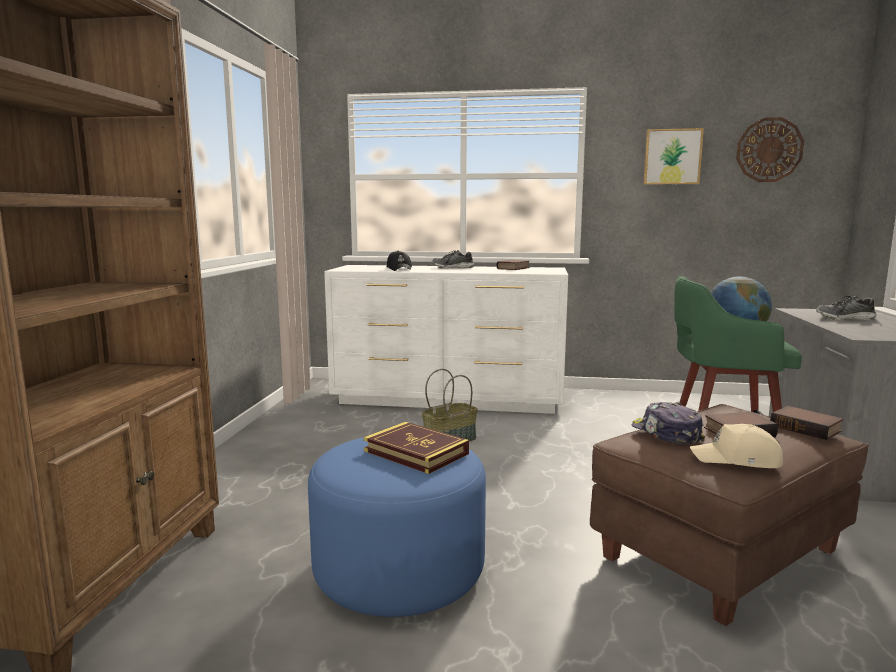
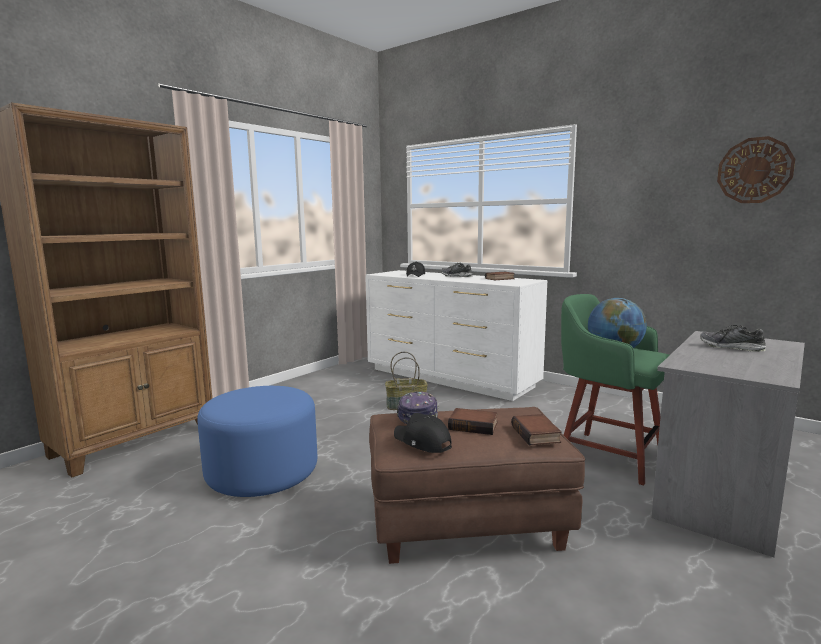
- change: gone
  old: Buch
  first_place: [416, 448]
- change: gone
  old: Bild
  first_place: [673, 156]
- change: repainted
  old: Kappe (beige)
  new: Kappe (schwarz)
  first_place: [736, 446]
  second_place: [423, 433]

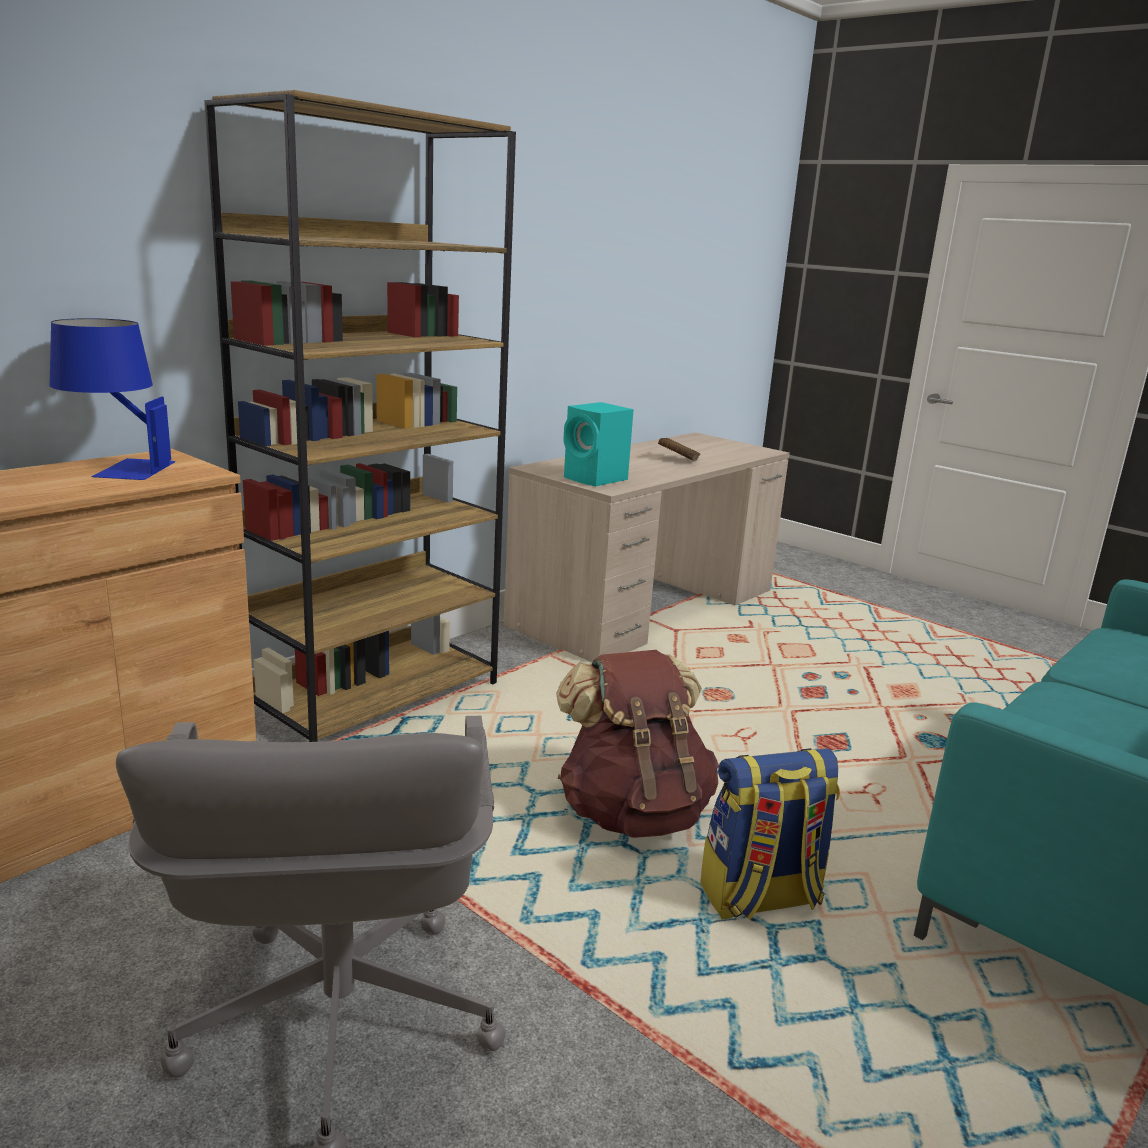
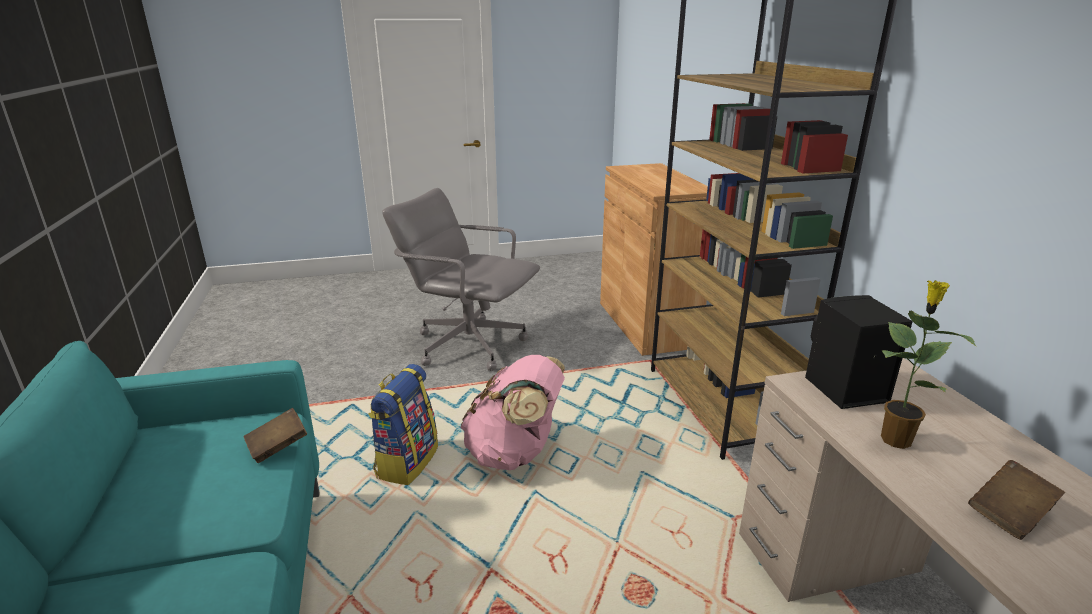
- change: gone
  old: Tischlampe (blau)
  first_place: [112, 399]
- change: new
  new: Buch (braun)
  second_place: [275, 435]
- change: new
  new: Topfpflanze
  second_place: [928, 364]
- change: repainted
  old: Rucksack (braun)
  new: Rucksack (rosa)
  first_place: [637, 744]
  second_place: [512, 412]
- change: repainted
  old: Lautsprecher (türkis)
  new: Lautsprecher (schwarz)
  first_place: [598, 444]
  second_place: [859, 352]

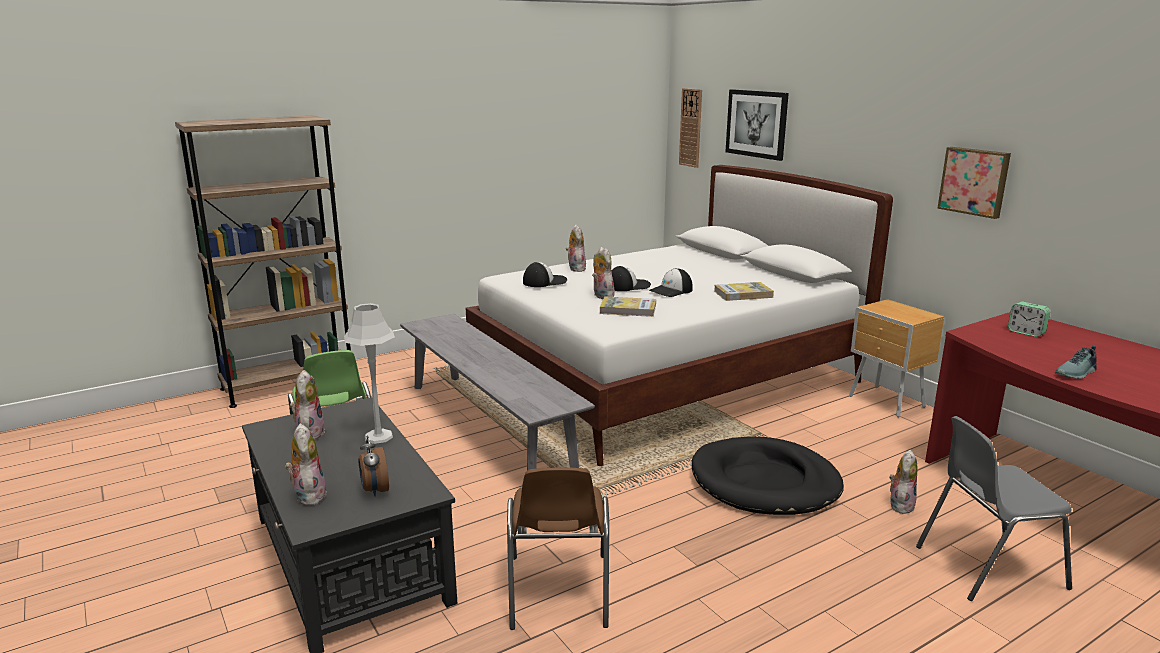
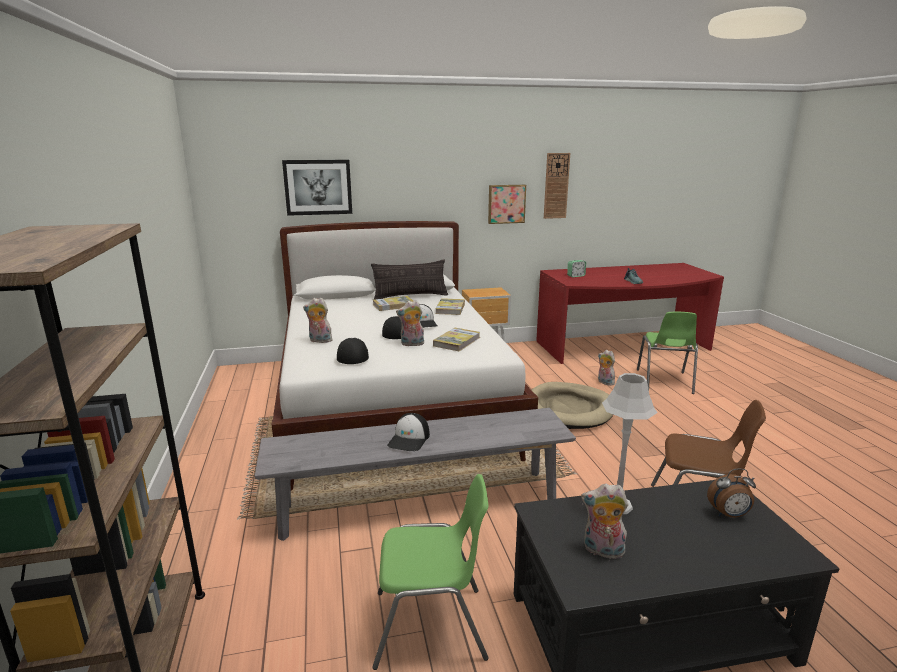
- change: gone
  old: Plüschtier
  first_place: [305, 464]
- change: new
  new: Kissen
  second_place: [409, 280]
- change: new
  new: Buch
  second_place: [393, 303]
- change: new
  new: Kappe
  second_place: [408, 432]
- change: shifted
  old: Wanduhr
  first_place: [690, 128]
  second_place: [557, 186]
- change: repainted
  old: Hundebett (schwarz)
  new: Hundebett (beige)
  first_place: [768, 476]
  second_place: [572, 405]
- change: repainted
  old: Stuhl (grau)
  new: Stuhl (grün)
  first_place: [994, 508]
  second_place: [667, 353]

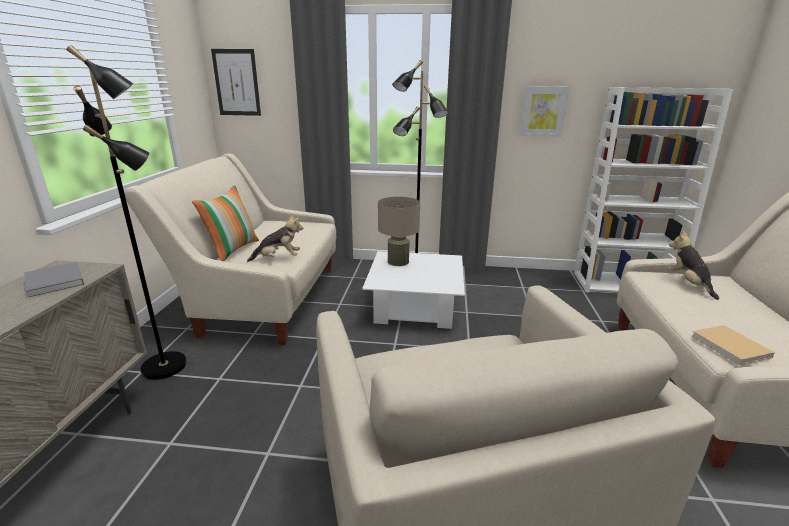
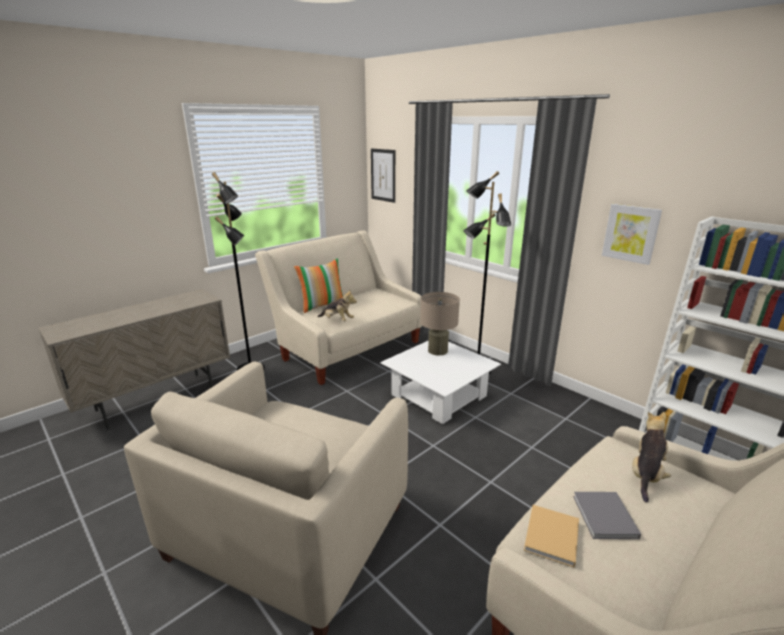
- change: shifted
  old: Buch (grau)
  first_place: [54, 279]
  second_place: [607, 515]

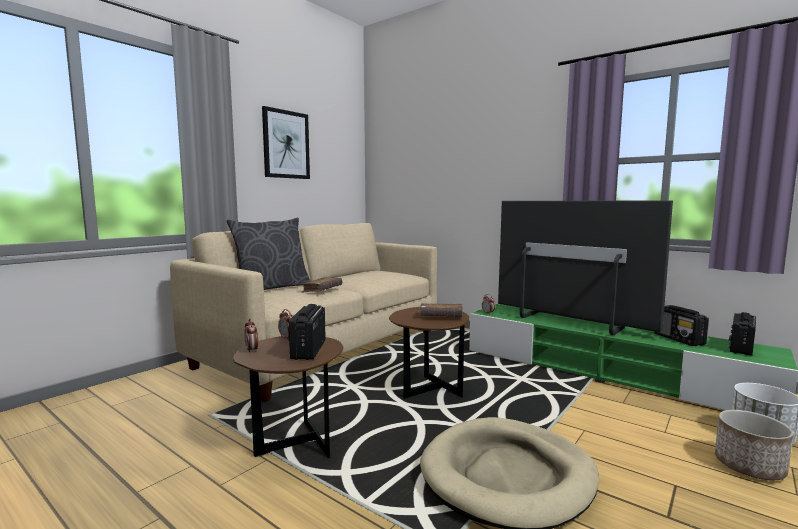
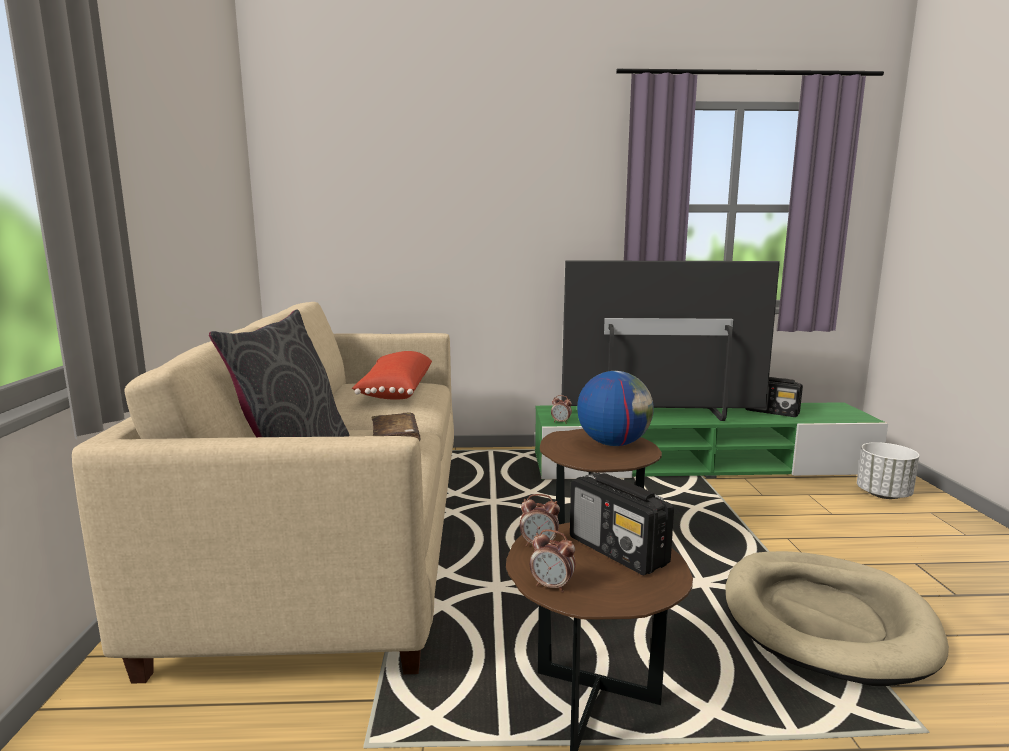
- change: gone
  old: Bild
  first_place: [286, 142]
- change: gone
  old: Pflanzkübel
  first_place: [754, 445]
- change: gone
  old: Radio
  first_place: [742, 334]
- change: new
  new: Kissen (rot)
  second_place: [392, 375]
- change: swapped
  old: Buch (braun)
  new: Globus
  first_place: [441, 310]
  second_place: [615, 408]

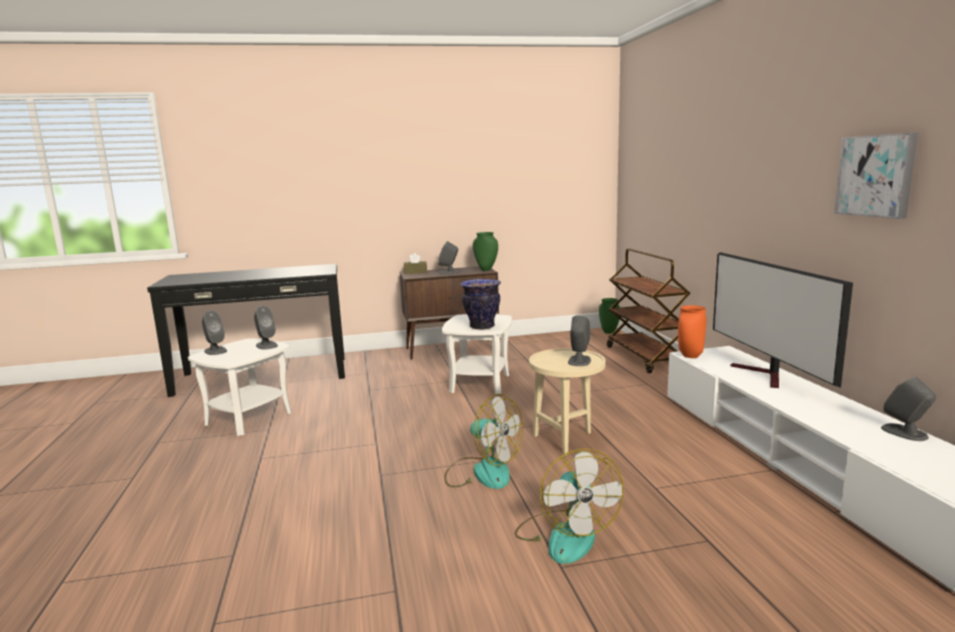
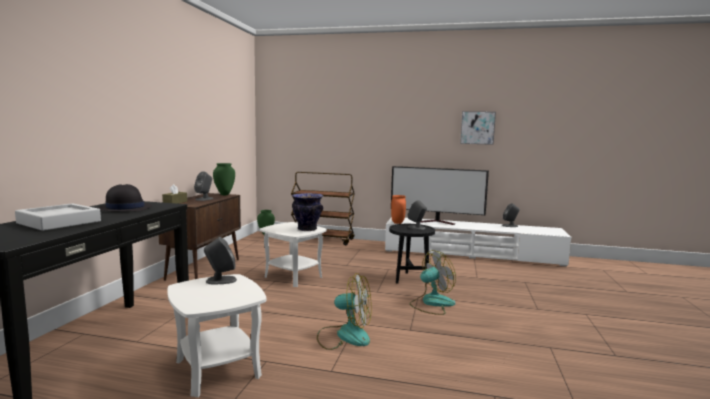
- change: gone
  old: Lautsprecher (grau)
  first_place: [214, 333]
- change: new
  new: Tablett (grau)
  second_place: [58, 217]
- change: new
  new: Hut (schwarz)
  second_place: [125, 197]
- change: shifted
  old: Ventilator
  first_place: [569, 506]
  second_place: [344, 311]
- change: repainted
  old: Beistelltisch (beige)
  new: Beistelltisch (schwarz)
  first_place: [567, 401]
  second_place: [412, 254]

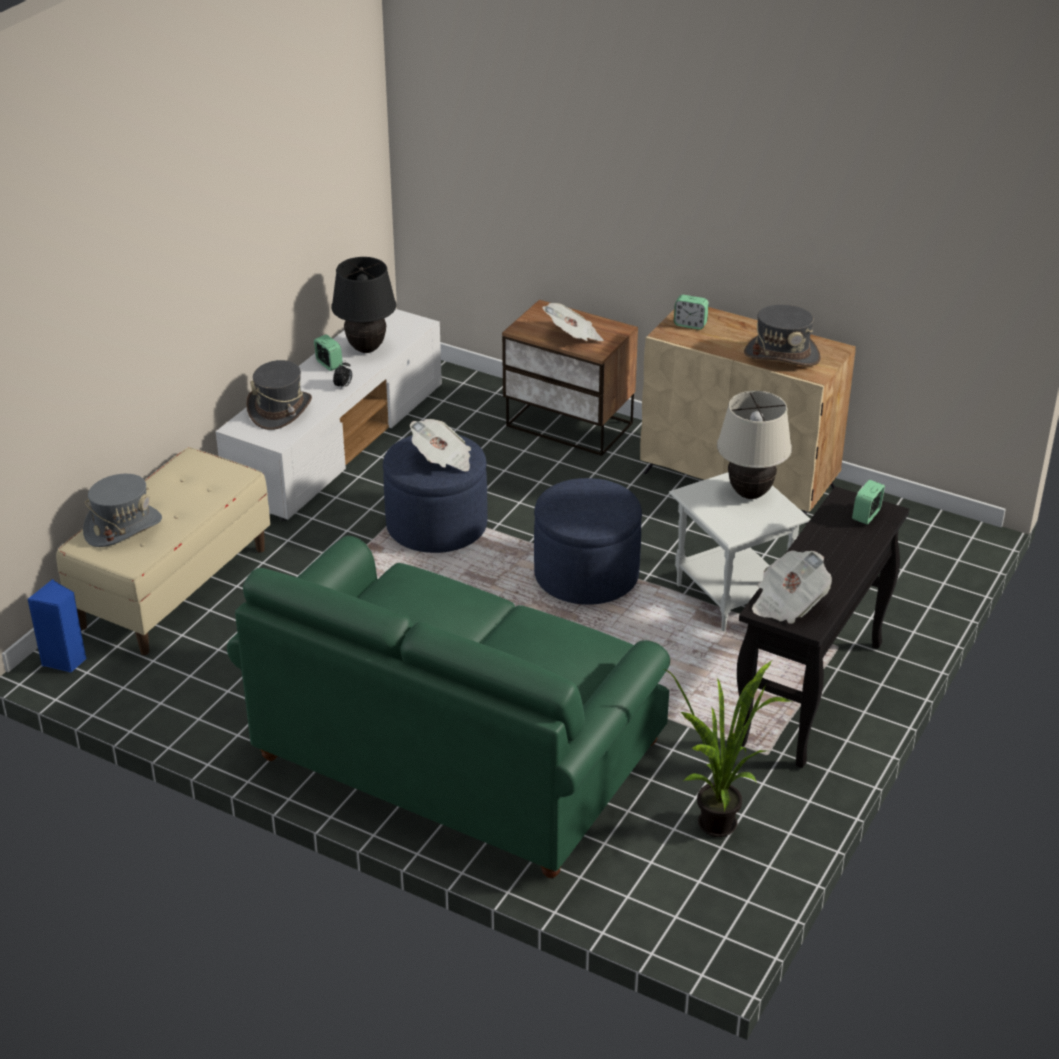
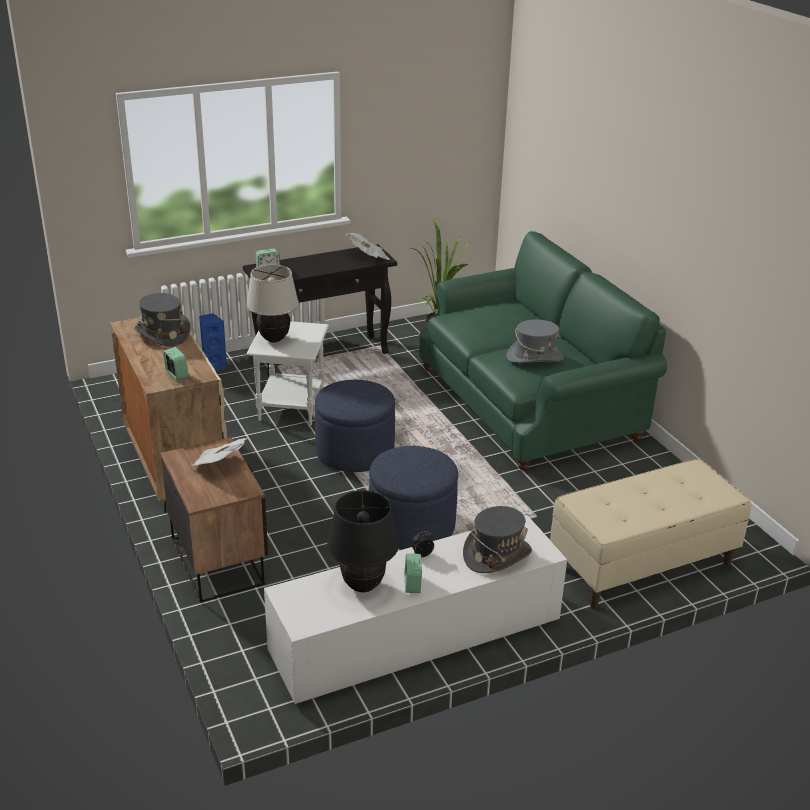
- change: gone
  old: Zeitung
  first_place: [440, 445]
- change: shifted
  old: Lautsprecher (blau)
  first_place: [57, 626]
  second_place: [213, 342]
- change: shifted
  old: Hut (grau)
  first_place: [122, 510]
  second_place: [535, 341]

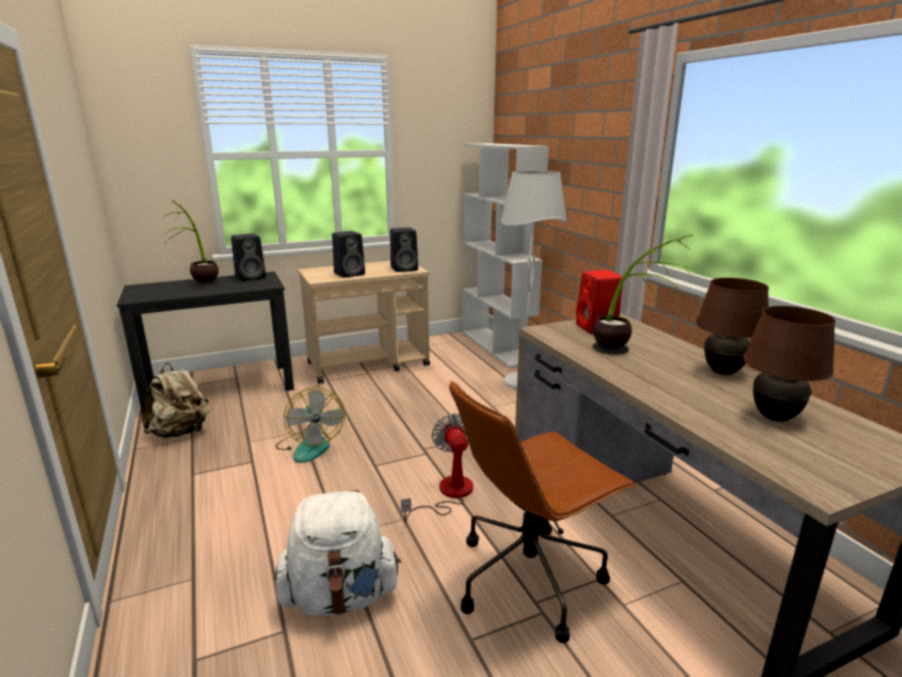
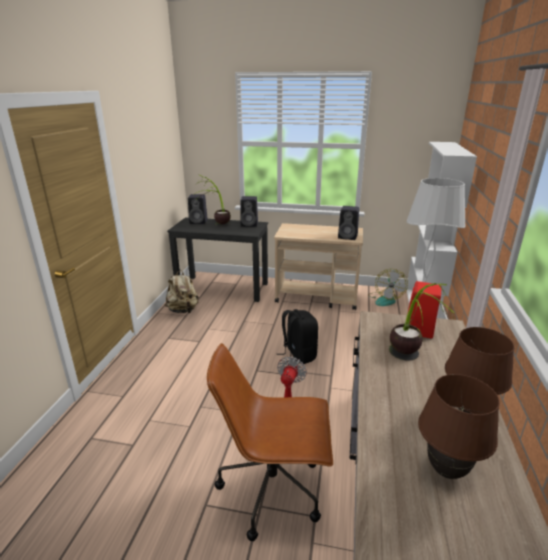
- change: gone
  old: Rucksack (weiß)
  first_place: [338, 553]
- change: new
  new: Rucksack (schwarz)
  second_place: [297, 337]
- change: shifted
  old: Ventilator
  first_place: [310, 425]
  second_place: [388, 287]
- change: shifted
  old: Lautsprecher (schwarz)
  first_place: [348, 254]
  second_place: [198, 209]

